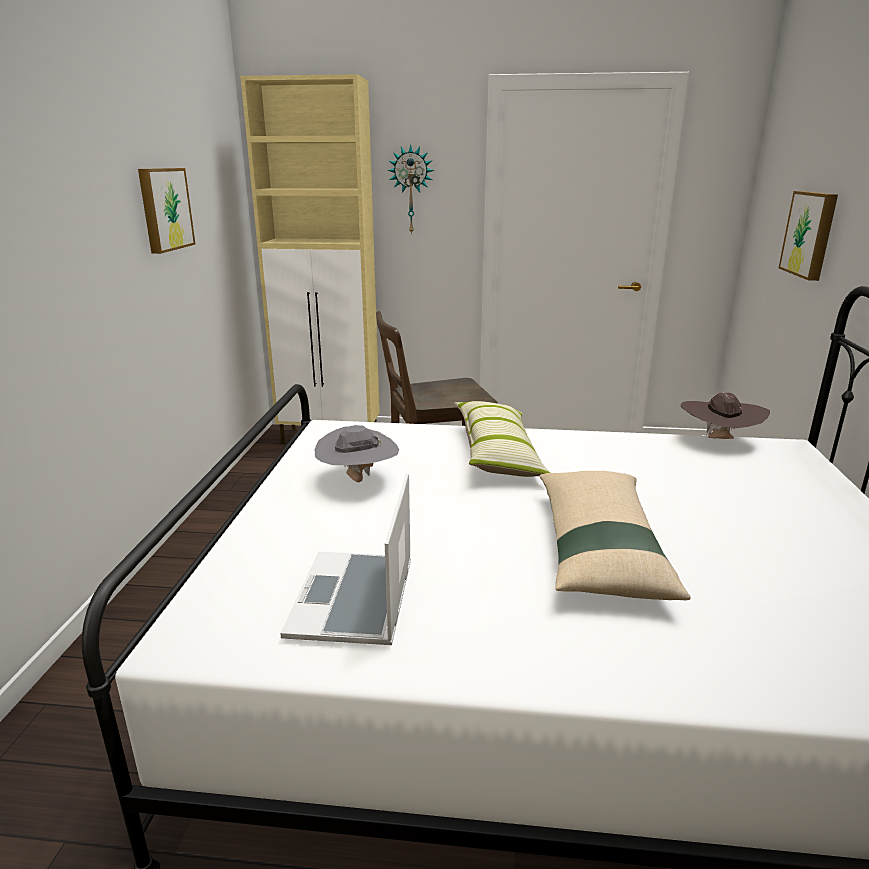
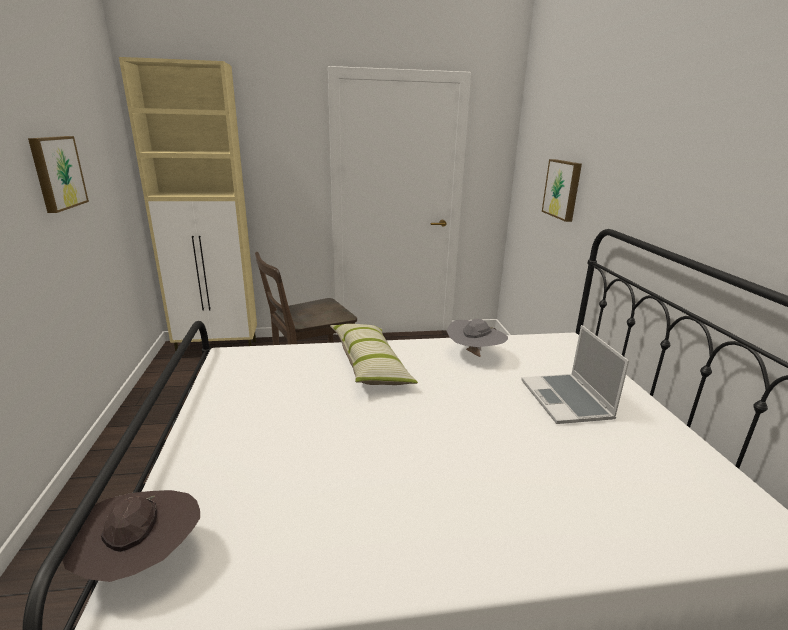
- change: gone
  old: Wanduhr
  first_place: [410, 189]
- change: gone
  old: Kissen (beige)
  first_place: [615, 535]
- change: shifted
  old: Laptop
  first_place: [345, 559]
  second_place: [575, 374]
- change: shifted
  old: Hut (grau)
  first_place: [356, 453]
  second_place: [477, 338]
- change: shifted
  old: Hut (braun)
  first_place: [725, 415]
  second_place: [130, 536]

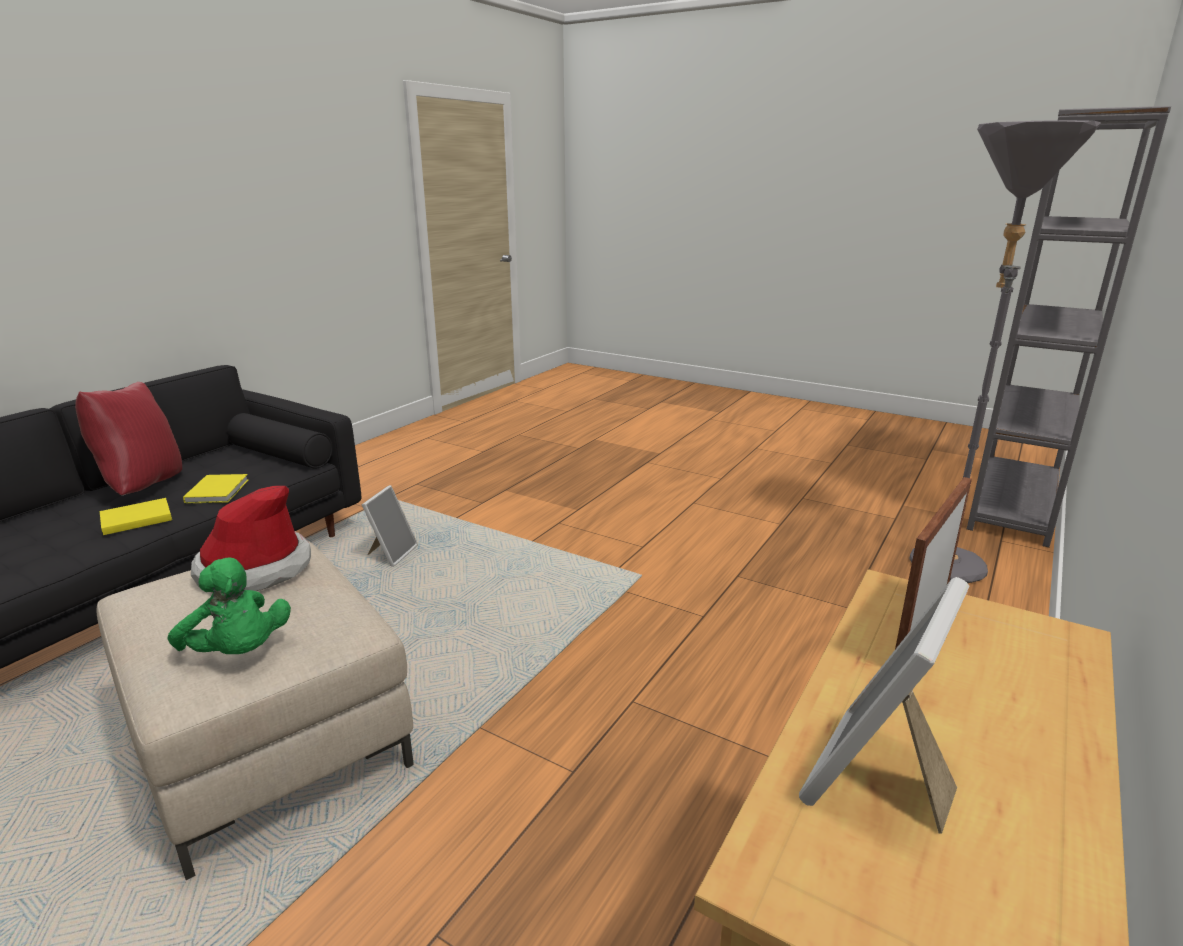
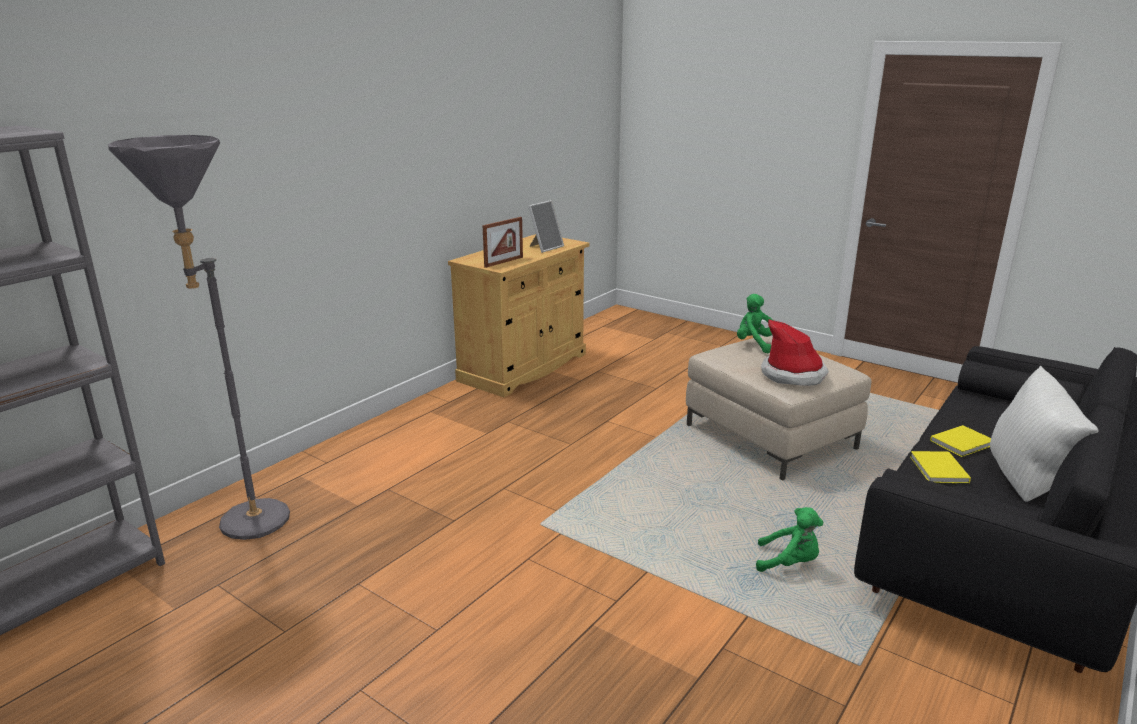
- change: swapped
  old: Bilderrahmen
  new: Plüschtier (grün)
  first_place: [390, 526]
  second_place: [789, 539]
- change: repainted
  old: Kissen (rot)
  new: Kissen (weiß)
  first_place: [128, 438]
  second_place: [1044, 434]

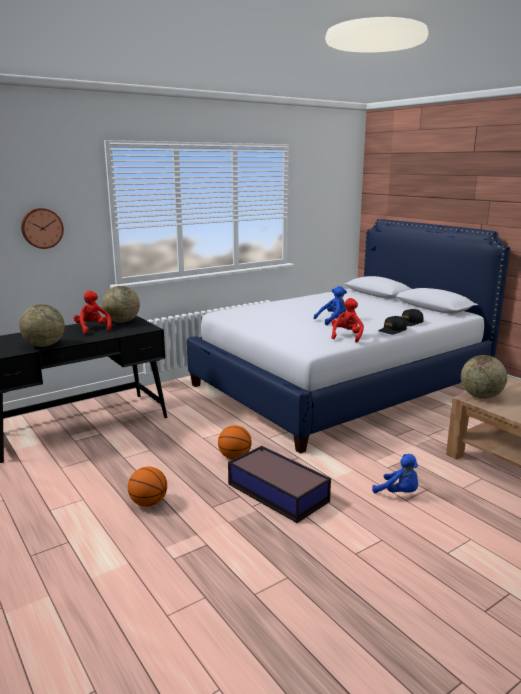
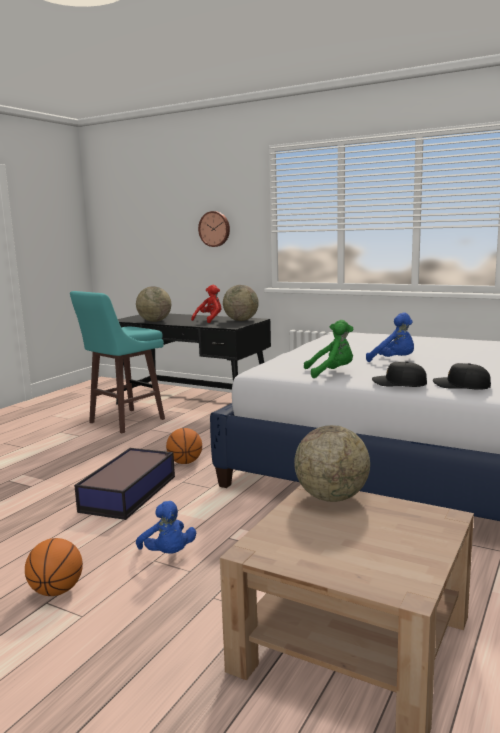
- change: new
  new: Hocker (türkis)
  second_place: [117, 362]
- change: shifted
  old: Basketball
  first_place: [147, 487]
  second_place: [54, 567]
- change: repainted
  old: Plüschtier (rot)
  new: Plüschtier (grün)
  first_place: [348, 320]
  second_place: [328, 349]
- change: rotated
  old: Plüschtier (blau)
  first_place: [395, 473]
  second_place: [166, 527]
  degrees: -45

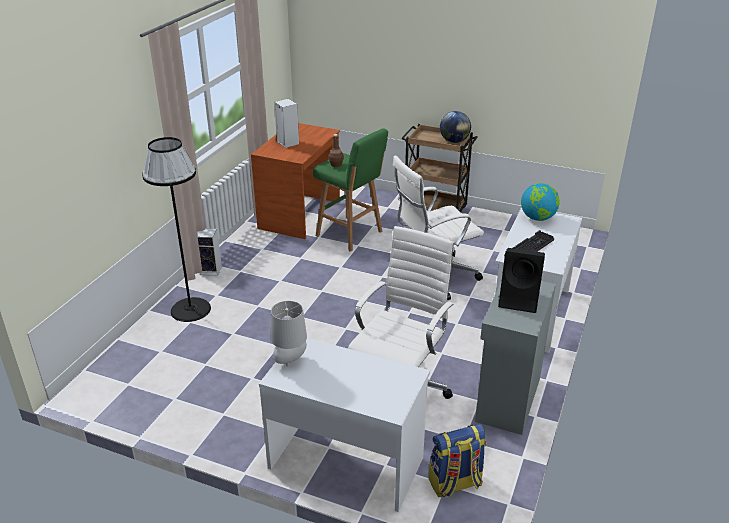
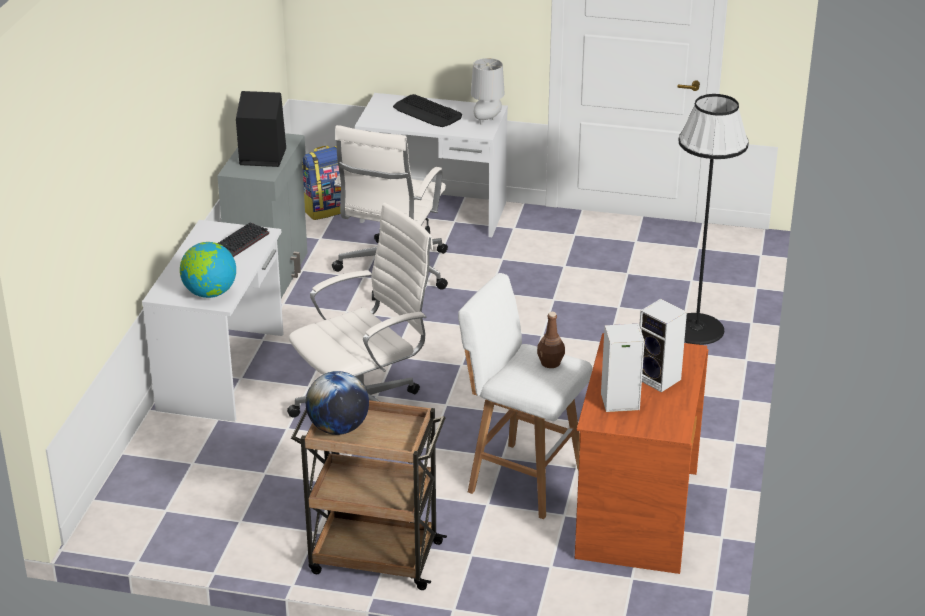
- change: new
  new: Tastatur
  second_place: [427, 110]
- change: shifted
  old: Lautsprecher
  first_place: [209, 252]
  second_place: [623, 367]
- change: repainted
  old: Hocker (grün)
  new: Hocker (weiß)
  first_place: [350, 190]
  second_place: [525, 396]

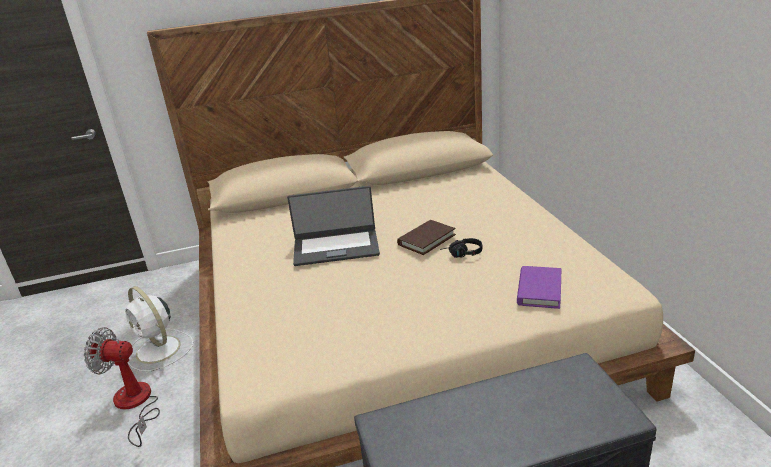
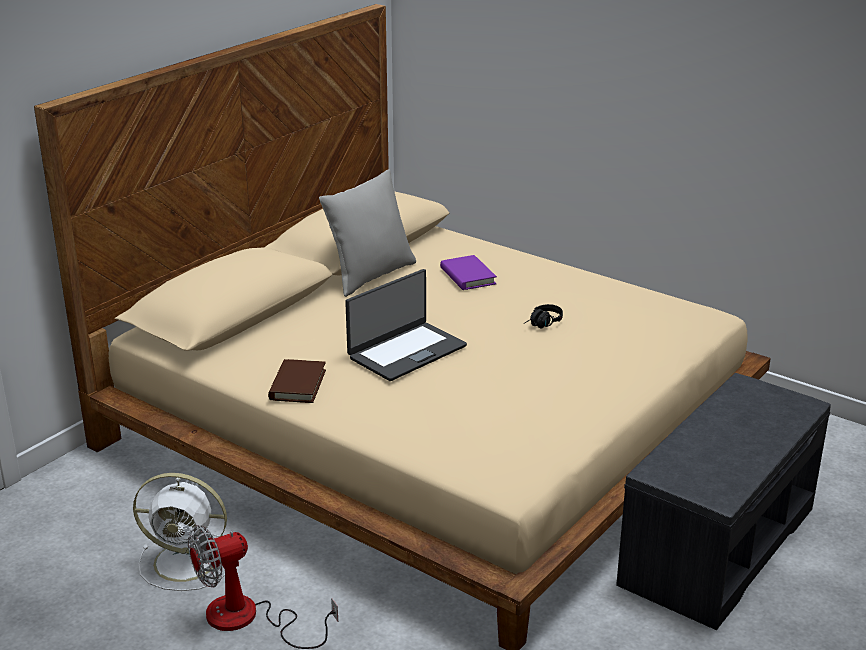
- change: new
  new: Kissen (grau)
  second_place: [367, 233]
- change: shifted
  old: Buch (braun)
  first_place: [426, 237]
  second_place: [297, 381]
- change: shifted
  old: Buch (lila)
  first_place: [539, 287]
  second_place: [468, 272]

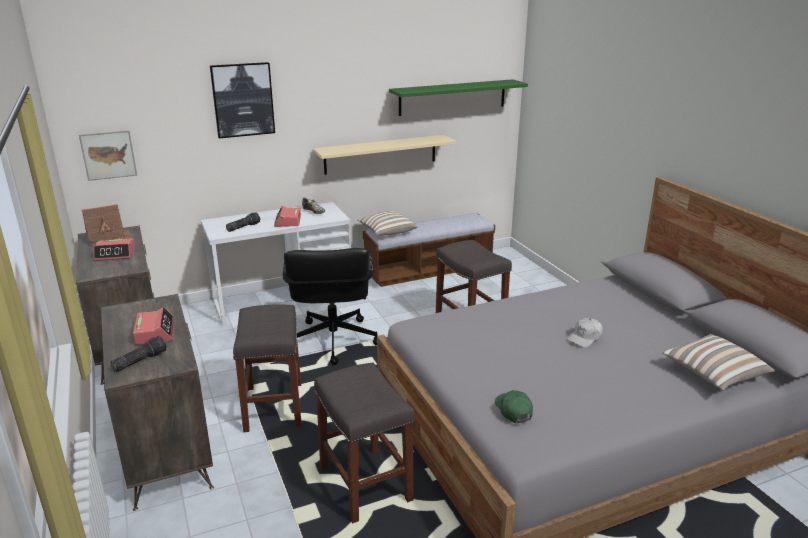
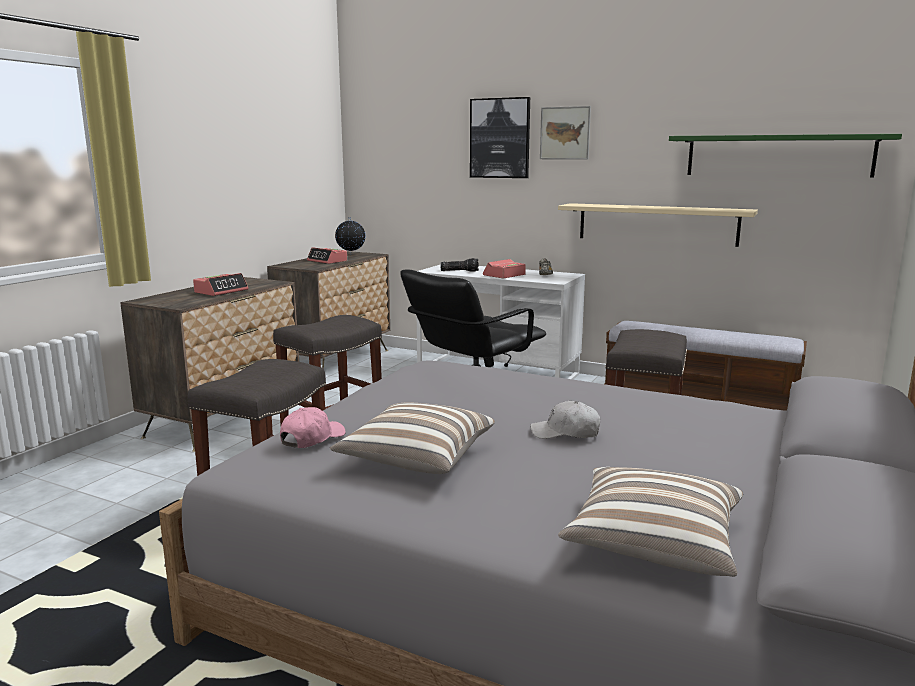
- change: gone
  old: Taschenlampe
  first_place: [138, 354]
- change: shifted
  old: Bild
  first_place: [108, 155]
  second_place: [565, 133]
- change: shifted
  old: Kissen
  first_place: [388, 223]
  second_place: [412, 438]
- change: swapped
  old: Spielzeughaus
  new: Globus
  first_place: [106, 225]
  second_place: [350, 235]
- change: repainted
  old: Kappe (grün)
  new: Kappe (rosa)
  first_place: [514, 406]
  second_place: [313, 427]

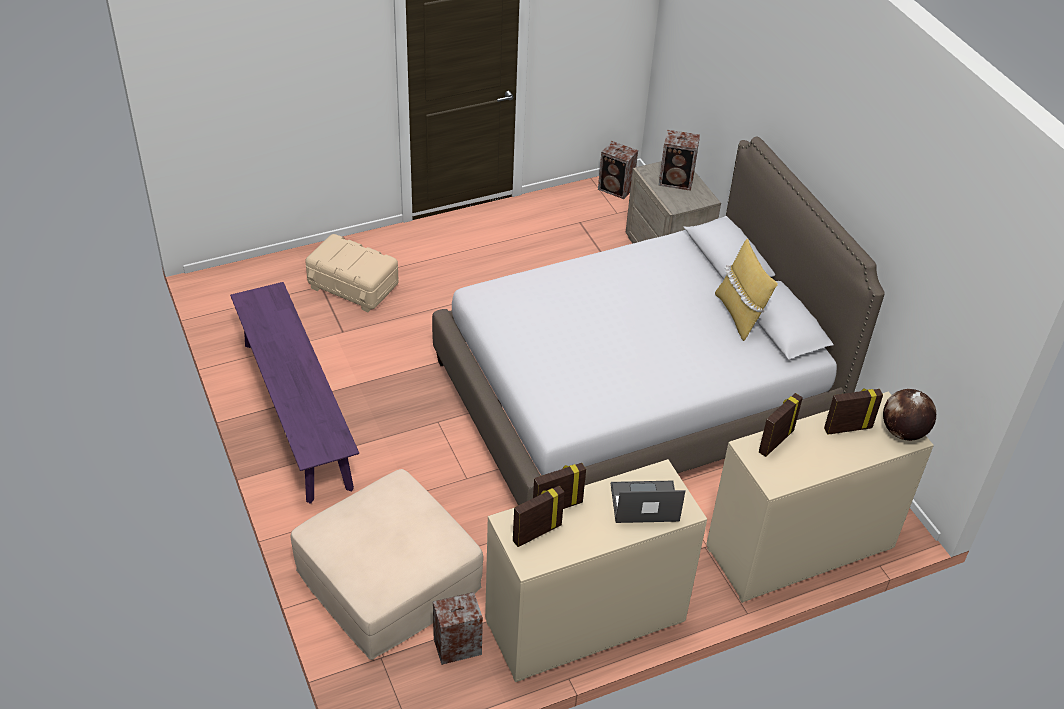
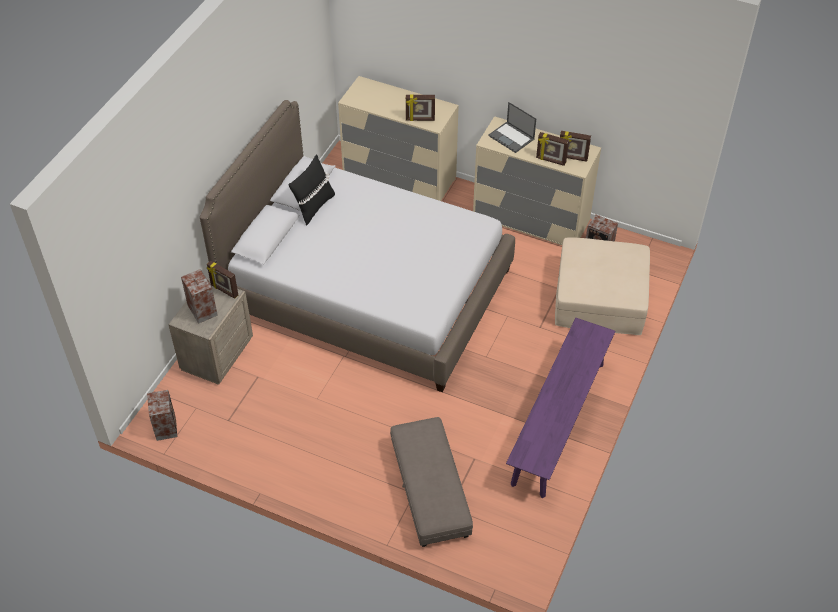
- change: gone
  old: Globus
  first_place: [909, 415]
- change: shifted
  old: Bilderrahmen
  first_place: [853, 412]
  second_place: [222, 279]
- change: swapped
  old: Aufbewahrungsbox (beige)
  new: Polsterhocker (grau)
  first_place: [352, 273]
  second_place: [431, 482]
- change: repainted
  old: Kissen (gelb)
  new: Kissen (schwarz)
  first_place: [746, 289]
  second_place: [311, 190]

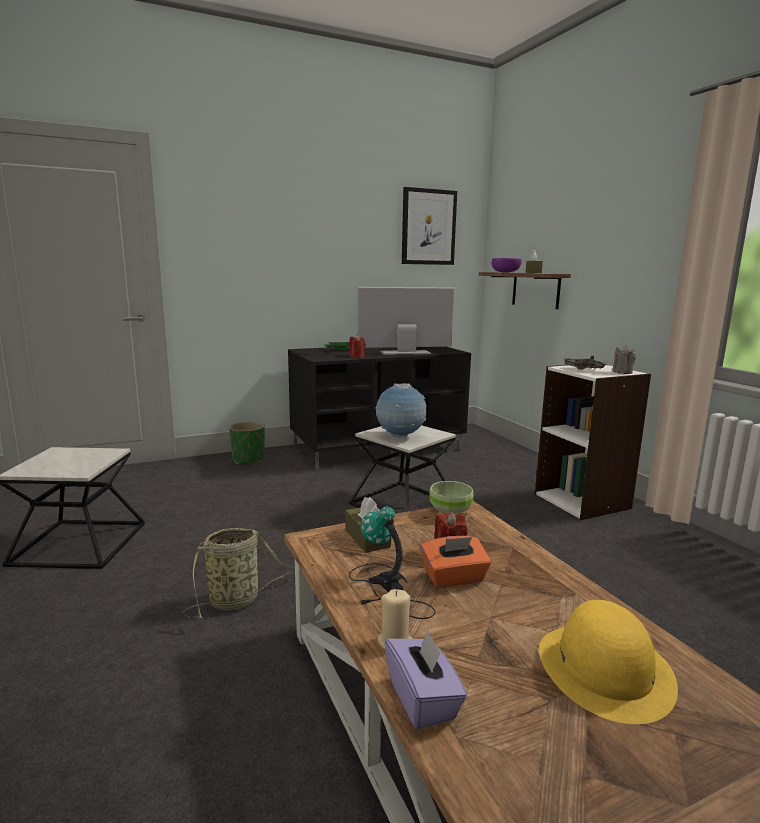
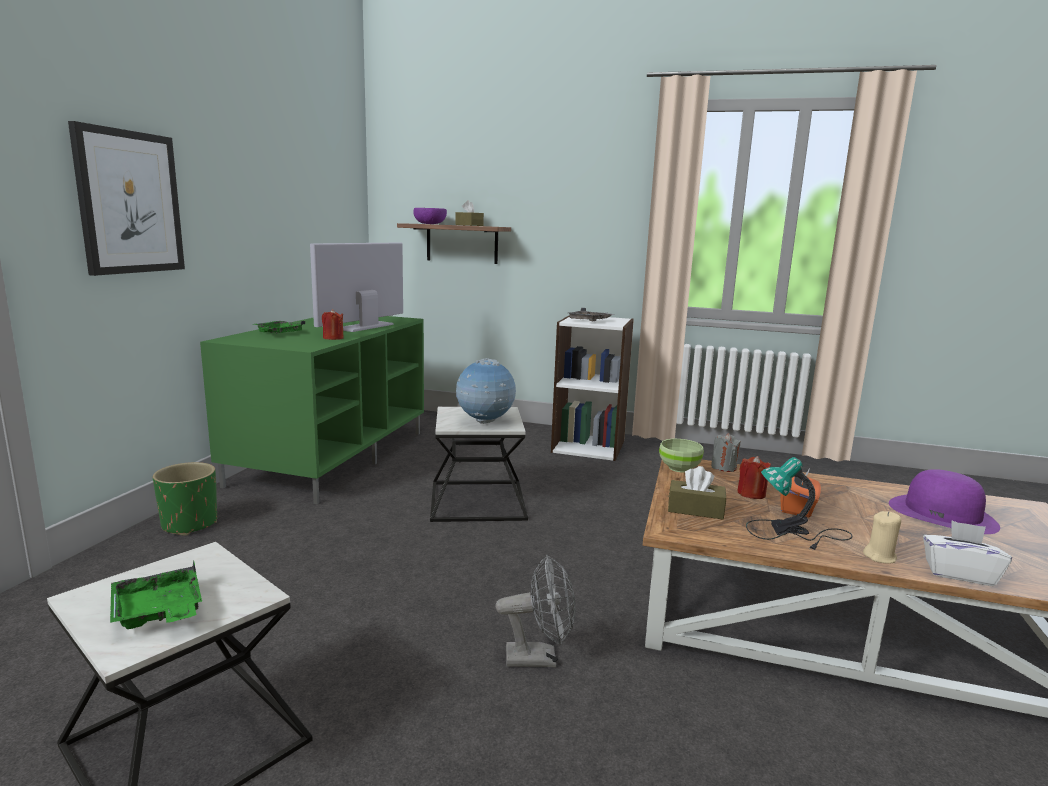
- change: new
  new: Tablett (grün)
  second_place: [156, 595]
- change: shifted
  old: Bild
  first_place: [429, 226]
  second_place: [126, 198]
- change: shifted
  old: Kerze (grau)
  first_place: [624, 360]
  second_place: [726, 452]
- change: swapped
  old: Korb
  new: Ventilator (grau)
  first_place: [239, 573]
  second_place: [536, 611]
- change: repainted
  old: Fernsehschrank (schwarz)
  new: Fernsehschrank (grün)
  first_place: [379, 409]
  second_place: [312, 410]
- change: repainted
  old: Taschentuchbox (lila)
  new: Taschentuchbox (weiß)
  first_place: [426, 680]
  second_place: [967, 553]
- change: repainted
  old: Hut (gelb)
  new: Hut (lila)
  first_place: [608, 662]
  second_place: [944, 501]

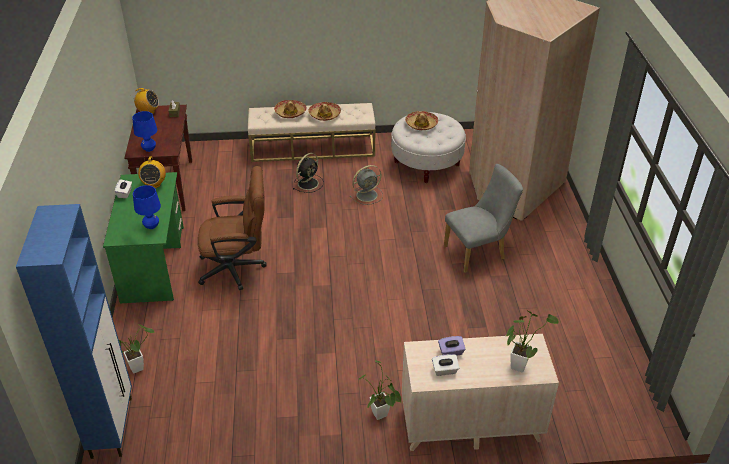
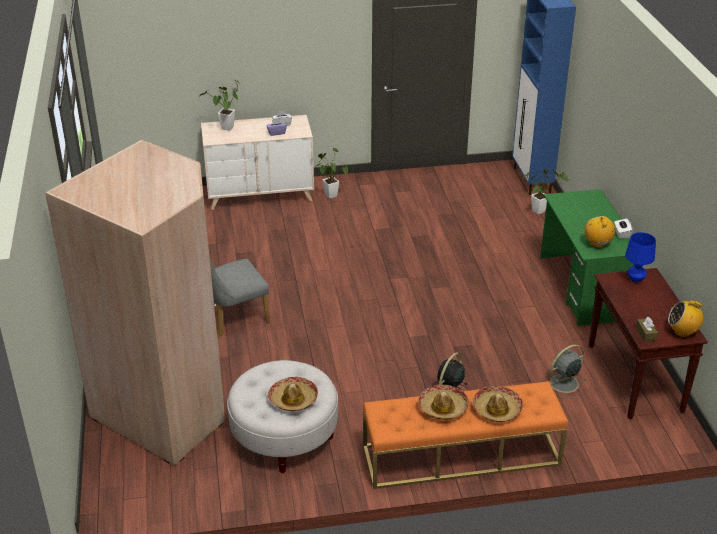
- change: gone
  old: Tischlampe (blau)
  first_place: [147, 207]
- change: gone
  old: Bürostuhl (braun)
  first_place: [232, 228]
- change: shifted
  old: Ventilator (grau)
  first_place: [366, 185]
  second_place: [564, 371]
- change: repainted
  old: Bank (beige)
  new: Bank (orange)
  first_place: [311, 132]
  second_place: [465, 435]

